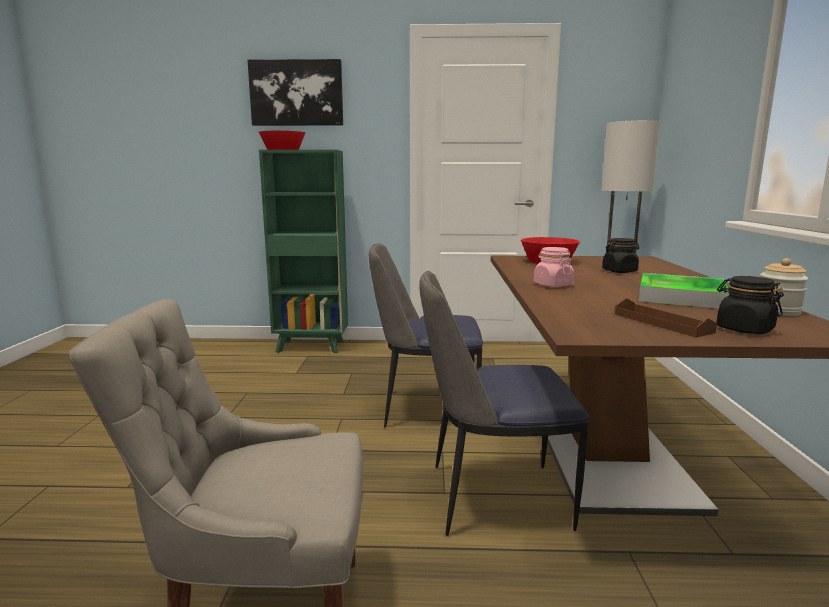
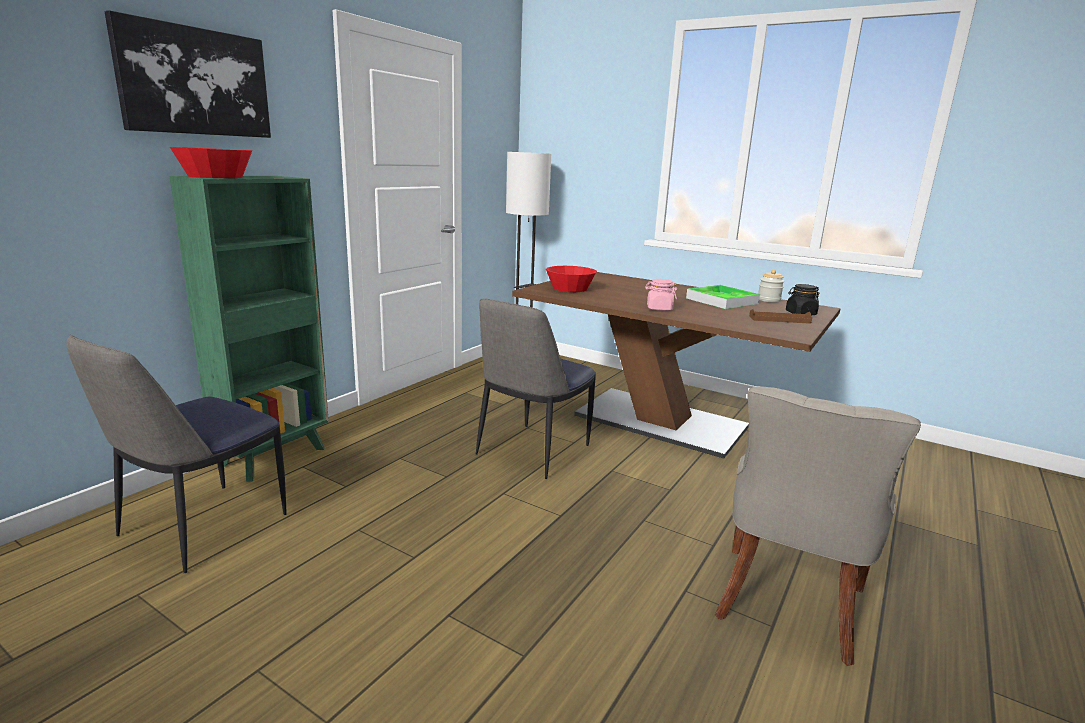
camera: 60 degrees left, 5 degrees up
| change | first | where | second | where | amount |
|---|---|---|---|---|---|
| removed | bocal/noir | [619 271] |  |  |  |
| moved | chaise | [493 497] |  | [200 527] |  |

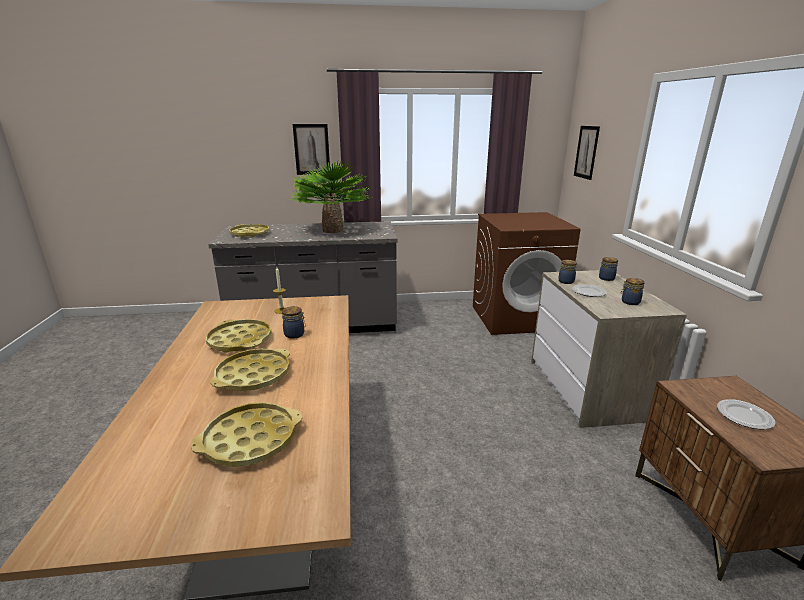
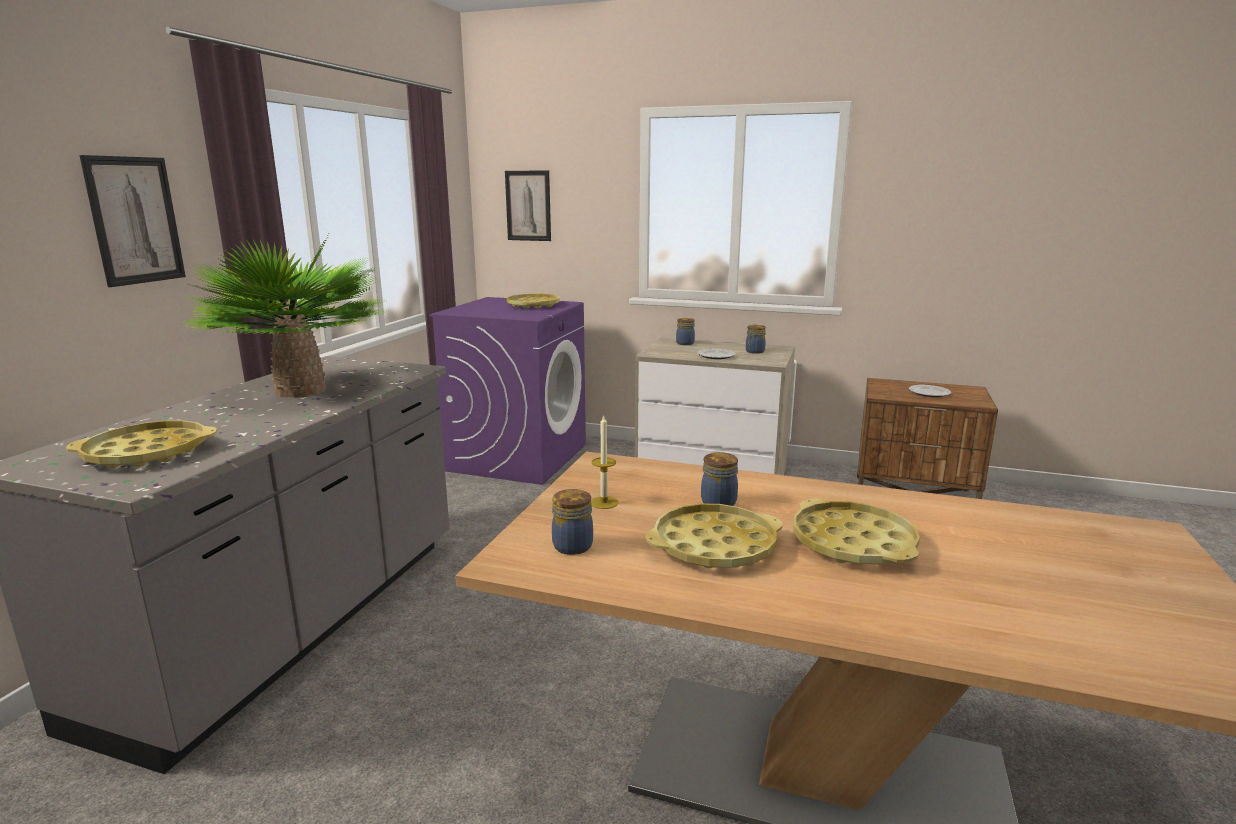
camera: 65 degrees left, 5 degrees down
| change | first | where | second | where | amount |
|---|---|---|---|---|---|
| moved | plateau/jaune | [250 440] |  | [533 305] |  |
| moved | bocal | [566 281] |  | [571 545] |  |
| recoloured | lave-linge/marron | [516 317] | lave-linge/violet | [518 457] |  |

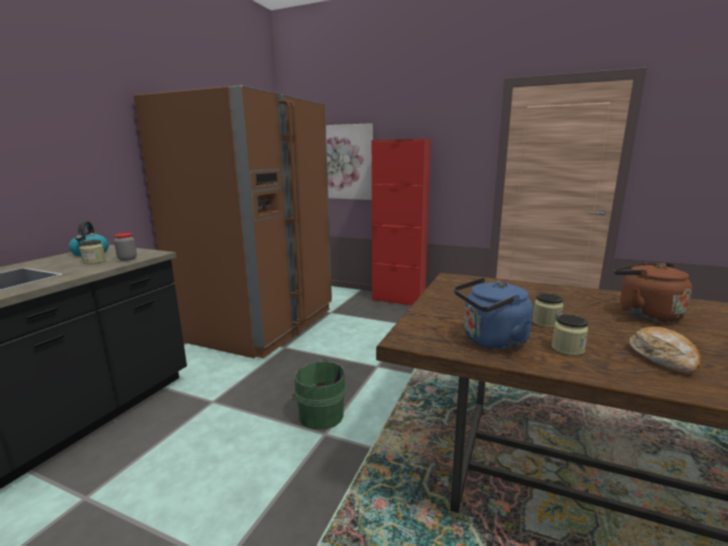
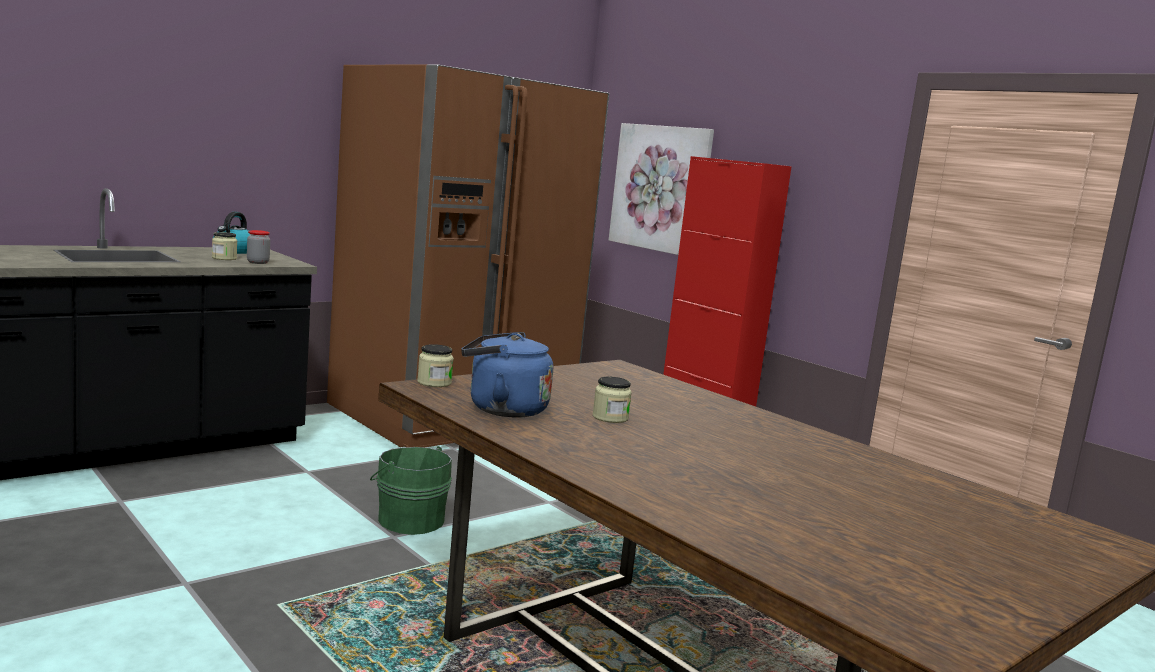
camera: 25 degrees right, 5 degrees down
| change | first | where | second | where | amount |
|---|---|---|---|---|---|
| removed | bouilloire/marron | [644 314] |  |  |  |
| removed | pain | [663 358] |  |  |  |
| moved | bocal | [567 349] |  | [434 383] |  |

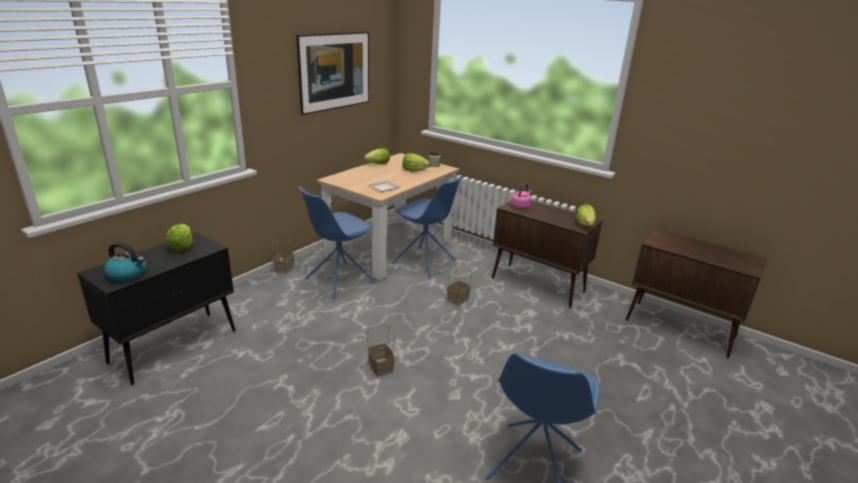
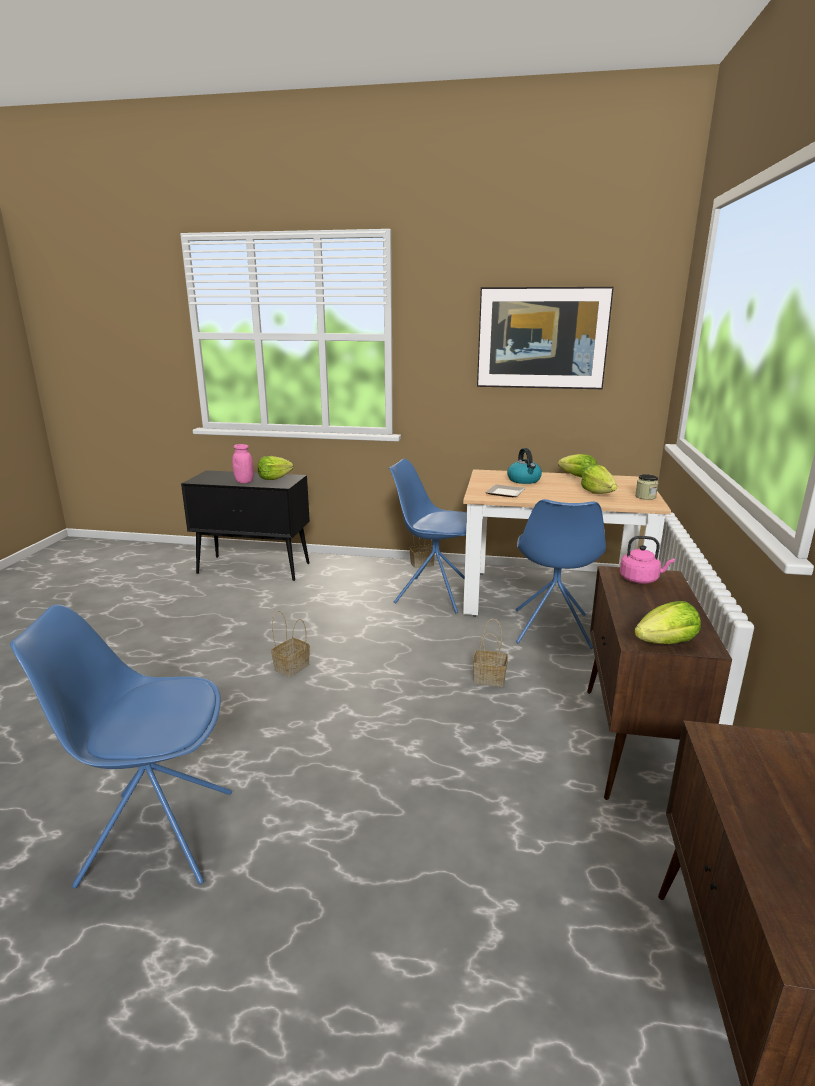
camera: 65 degrees right, 5 degrees down
| change | first | where | second | where | amount |
|---|---|---|---|---|---|
| added |  |  | bocal/rose | [244 482] |  |
| moved | bouilloire | [128 274] |  | [524 480] |  |

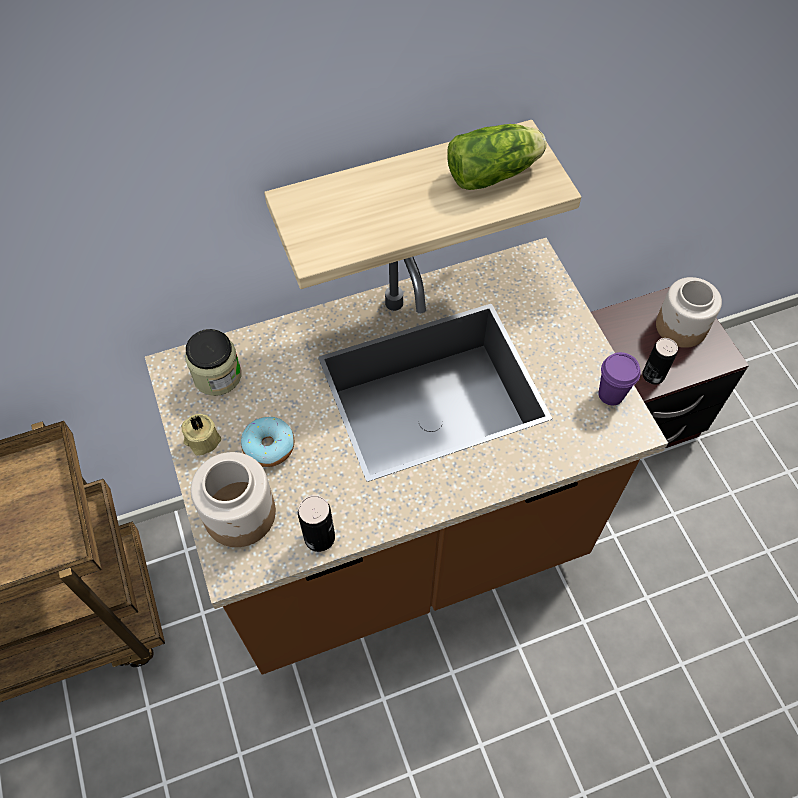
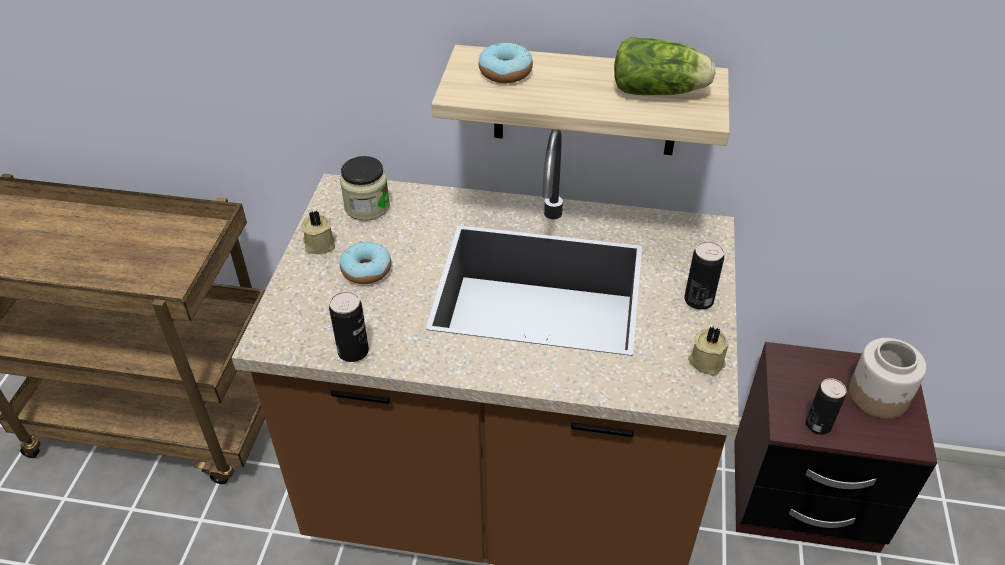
camera: 30 degrees right, 15 degrees down
| change | first | where | second | where | amount |
|---|---|---|---|---|---|
| removed | bocal | [240 513] |  |  |  |
| added |  |  | beignet | [505 72] |  |
| added |  |  | boîte métallique | [698 300] |  |
| replaced | tasse/violet | [611 394] | bougie/beige | [707 360] |  |

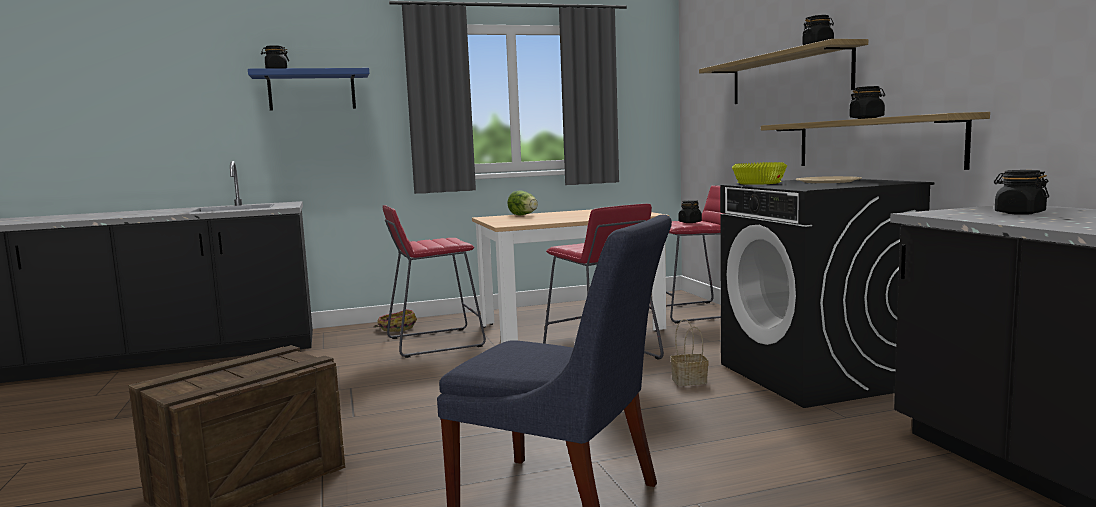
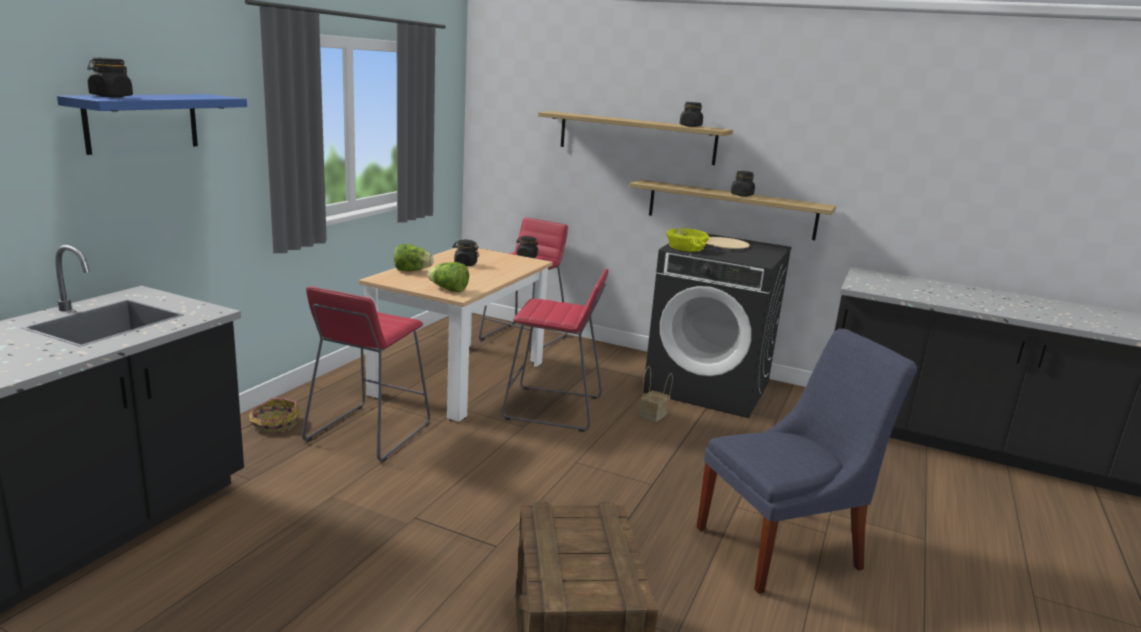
camera: 50 degrees left, 10 degrees up
| change | first | where | second | where | amount |
|---|---|---|---|---|---|
| added |  |  | laitue | [448 290] |  |
| moved | bocal/noir | [1019 213] |  | [465 264] |  |

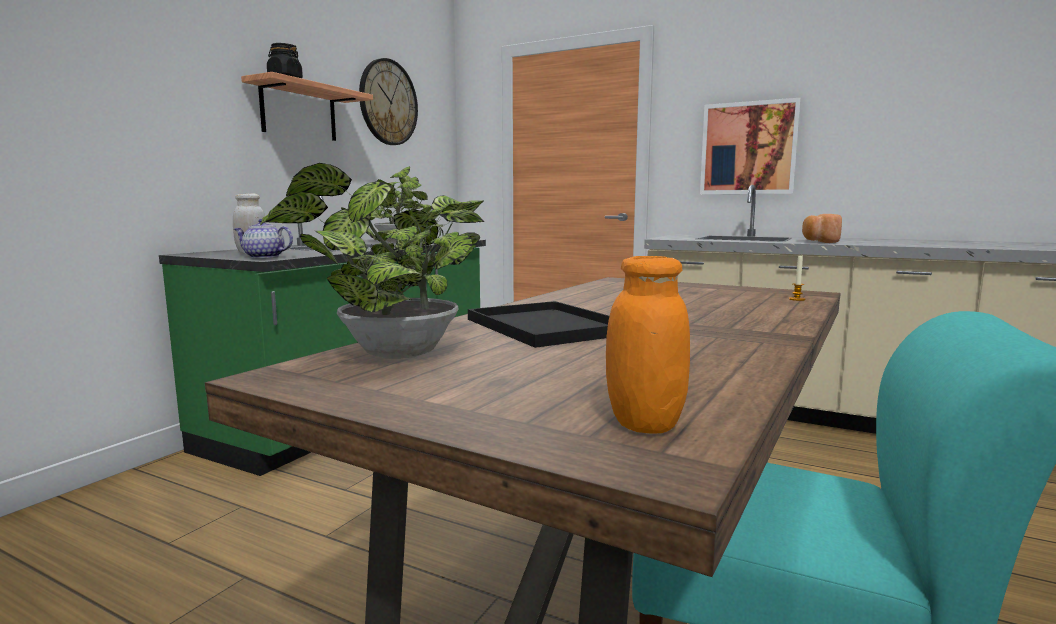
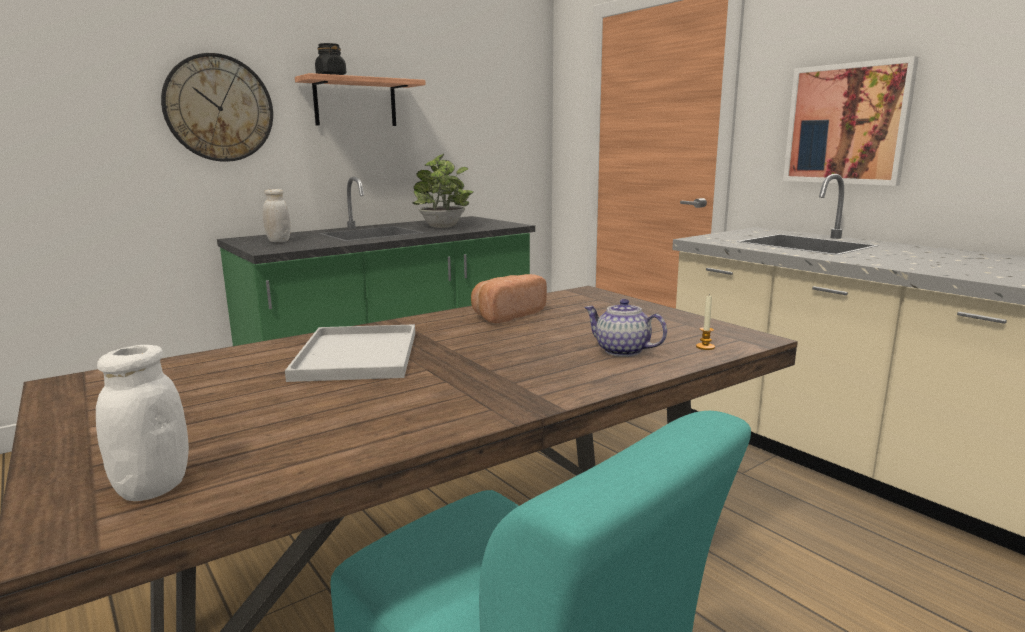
camera: 25 degrees right, 5 degrees up
| change | first | where | second | where | amount |
|---|---|---|---|---|---|
| removed | plante en pot | [391 354] |  |  |  |
| moved | théière | [264 257] |  | [621 351] |  |
| moved | horloge murale | [388 102] |  | [219 108] |  |
| moved | pain | [819 242] |  | [506 315] |  |
| recoloured | plateau/noir | [549 326] | plateau/blanc | [358 356] |  |
| recoloured | bocal/orange | [644 423] | bocal/blanc | [153 487] |  |

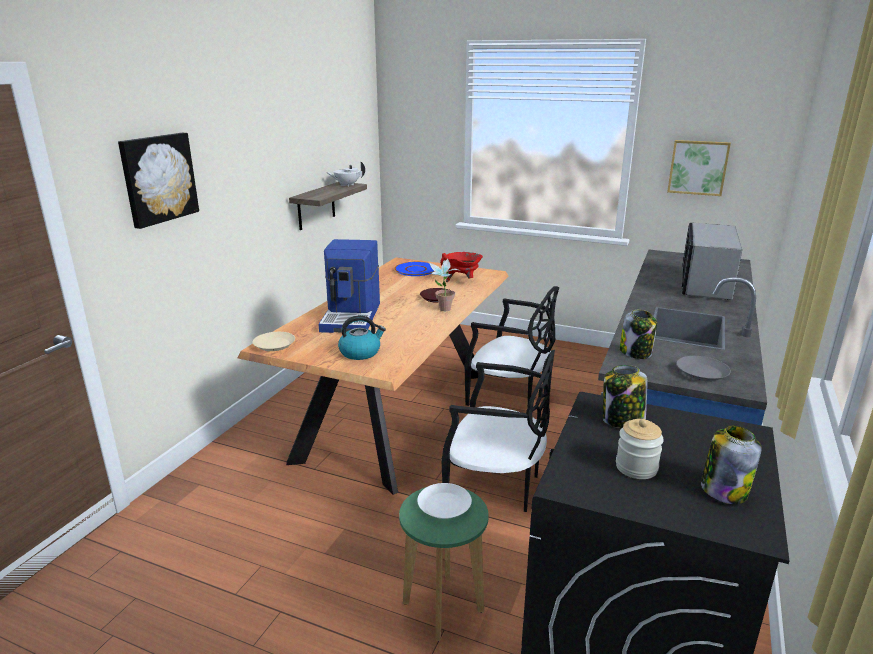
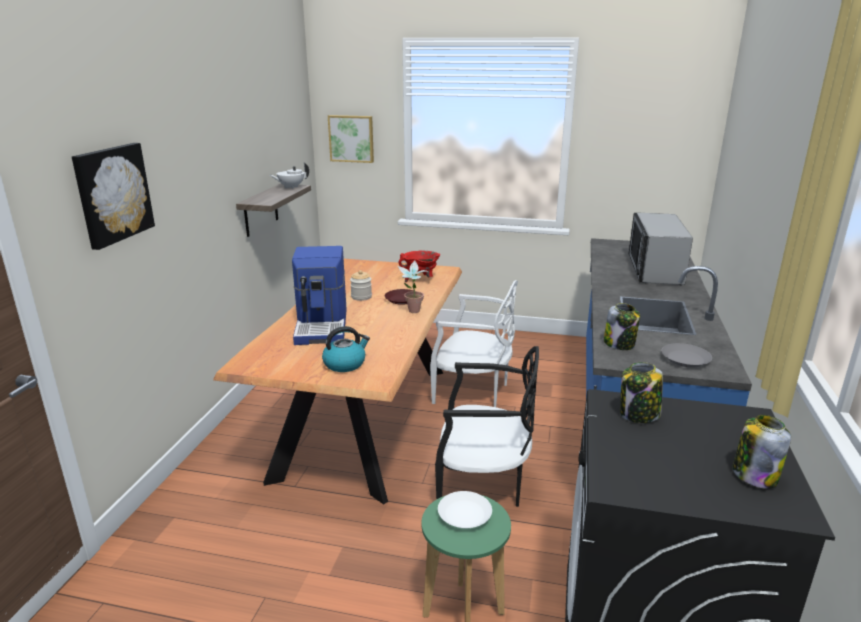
camera: 10 degrees left, 0 degrees up
| change | first | where | second | where | amount |
|---|---|---|---|---|---|
| removed | assiette/beige | [274 345] |  |  |  |
| removed | assiette/bleu | [416 270] |  |  |  |
| moved | bocal | [636 467] |  | [361 297] |  |
| moved | tableau | [698 167] |  | [351 138] |  |
| recoloured | chaise/noir | [510 397] | chaise/blanc | [473 391] |  |

